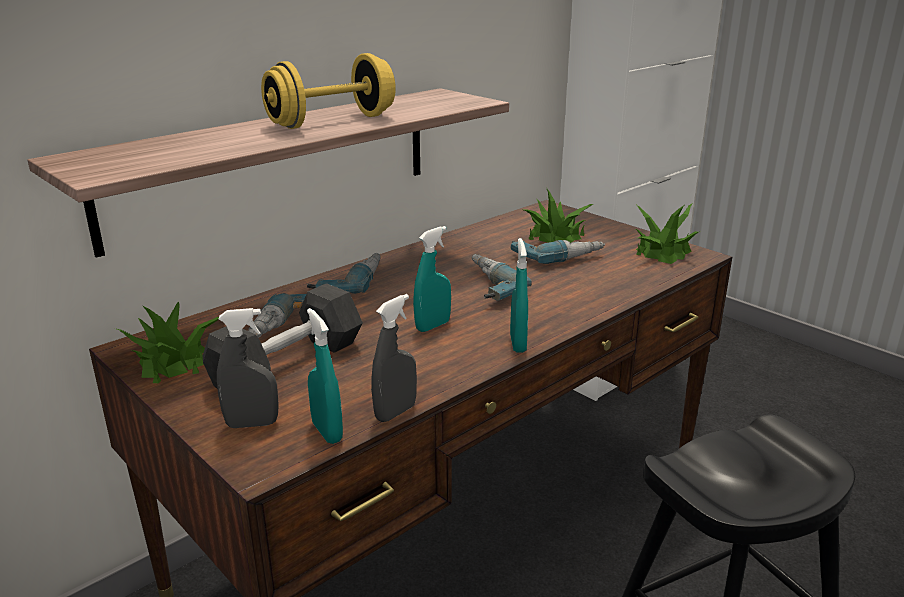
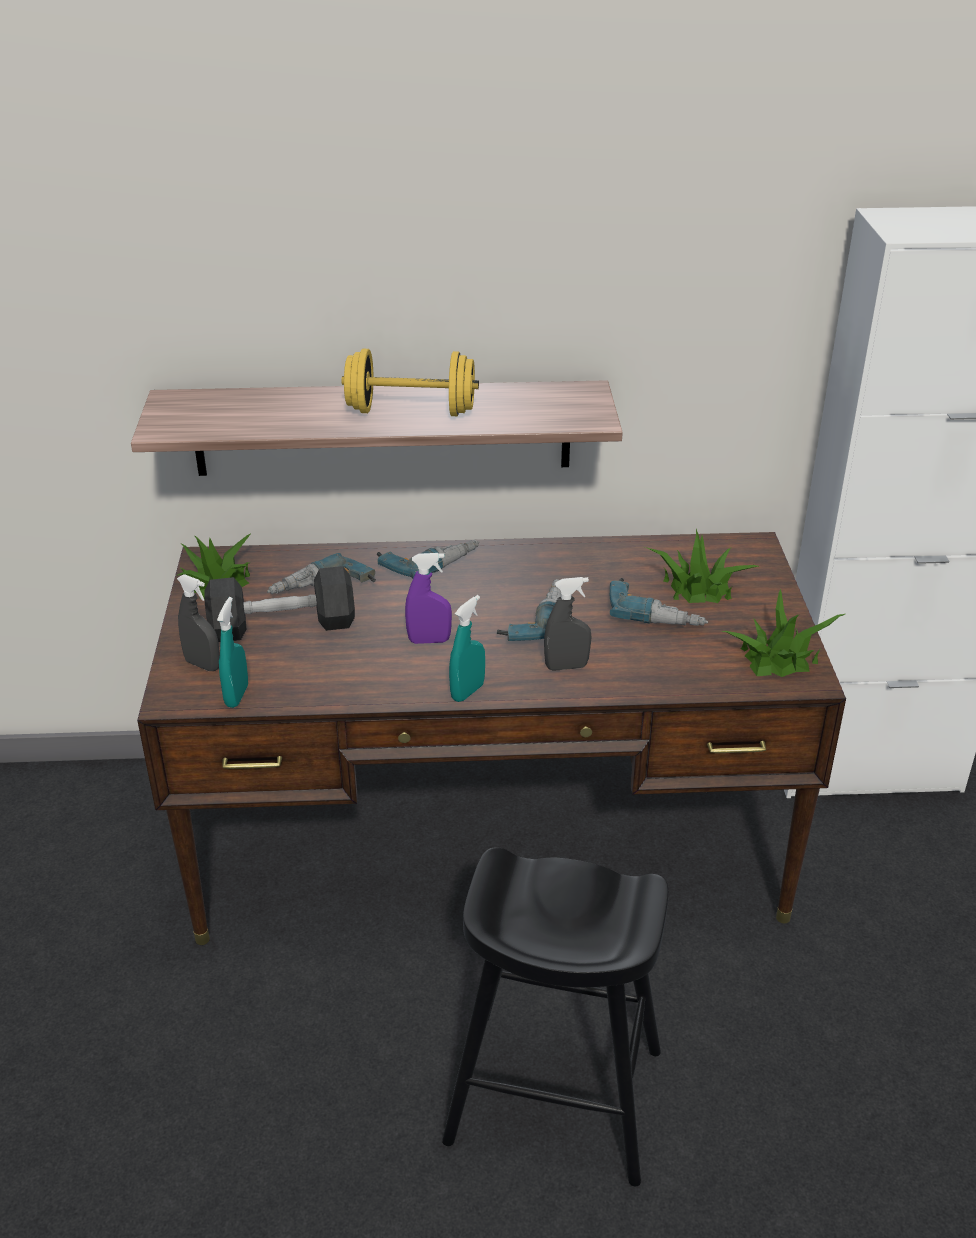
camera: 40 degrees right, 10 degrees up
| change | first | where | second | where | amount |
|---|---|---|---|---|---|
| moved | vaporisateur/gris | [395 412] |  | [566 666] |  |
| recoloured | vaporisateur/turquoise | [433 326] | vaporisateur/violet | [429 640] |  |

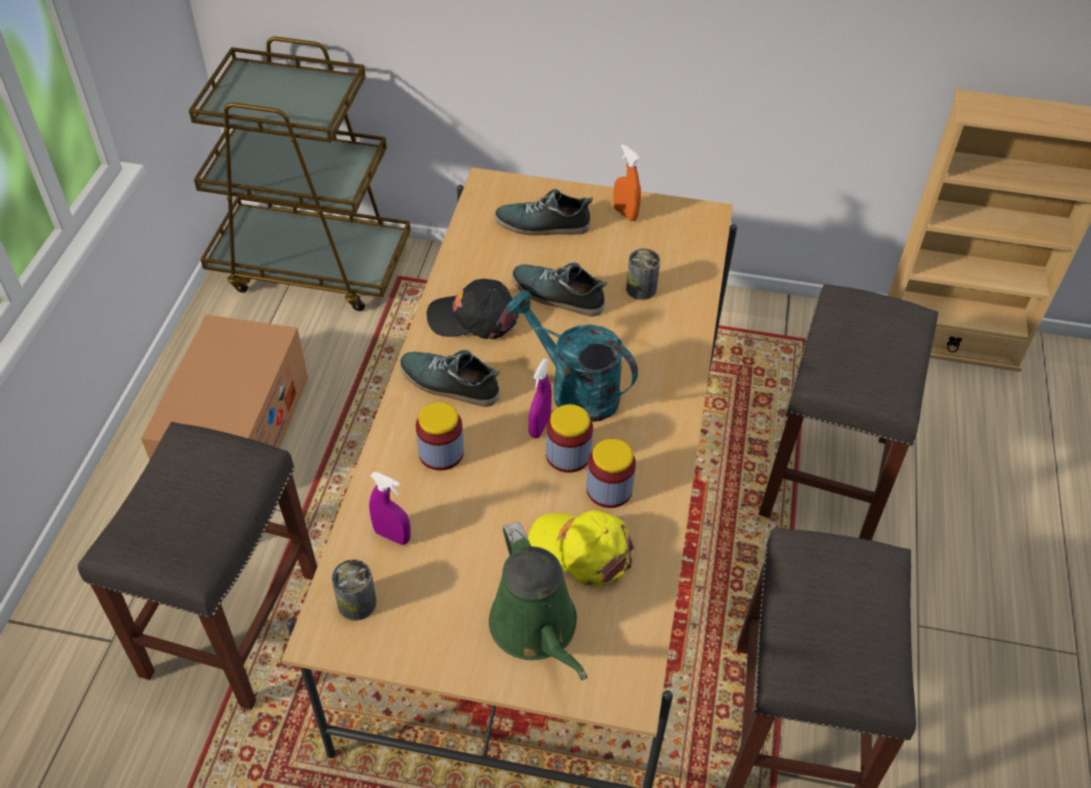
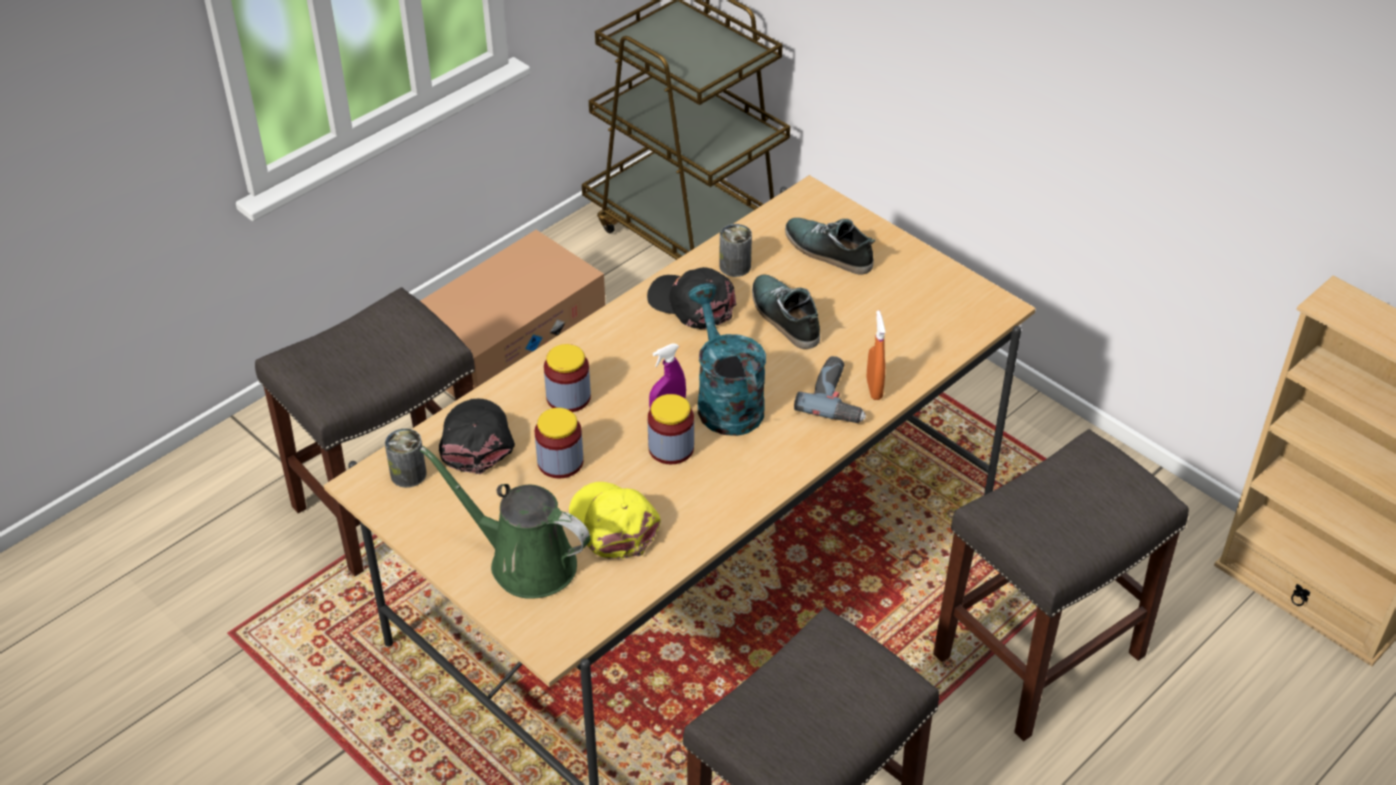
camera: 35 degrees right, 5 degrees down
| change | first | where | second | where | amount |
|---|---|---|---|---|---|
| removed | chaussure | [449 384] |  |  |  |
| added |  |  | perceuse | [837 397] |  |
| moved | bocal | [609 489] |  | [560 462] |  |
| moved | vaporisateur/orange | [625 213] |  | [874 389] |  |
| moved | boîte métallique | [641 289] |  | [735 266] |  |
| replaced | vaporisateur/violet | [392 536] | casquette/noir | [476 440] |  |
| turned | arrosoir/vert | [536 629] |  | [525 562] | 105 degrees clockwise |

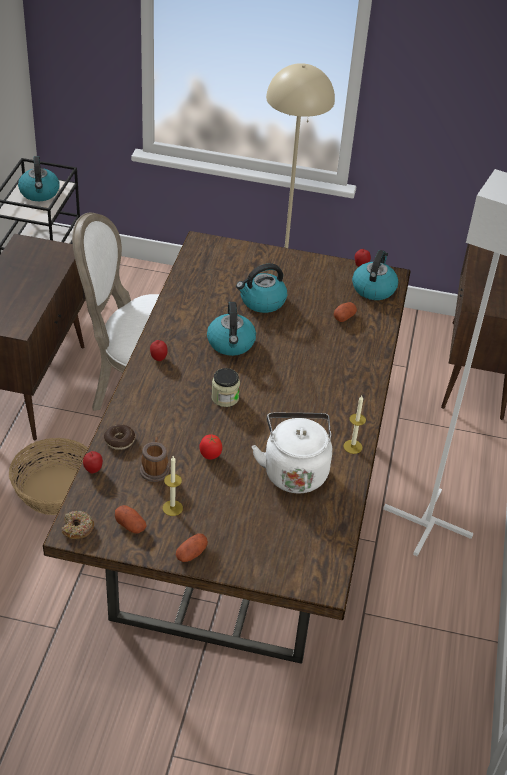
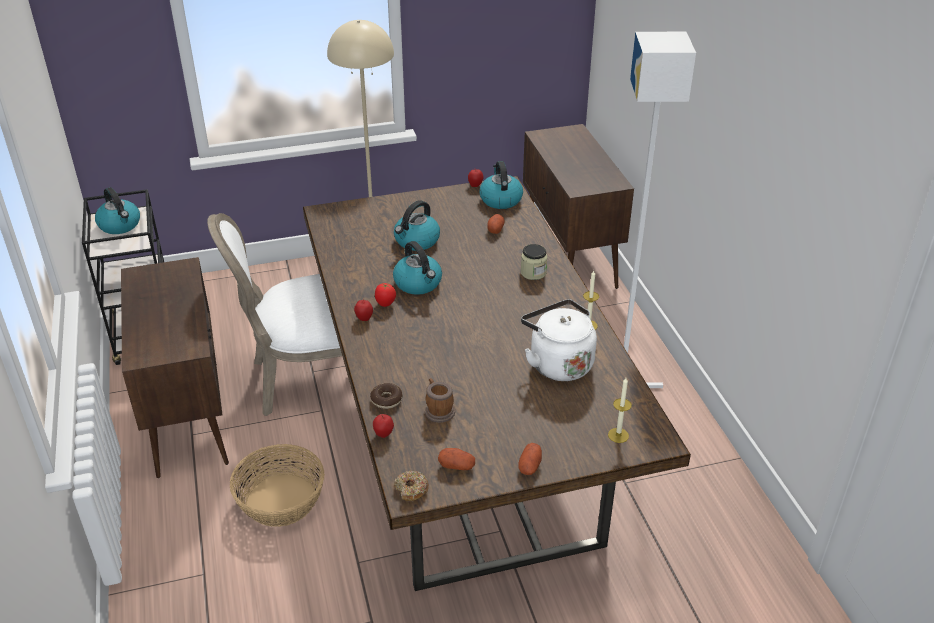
camera: 25 degrees left, 5 degrees down
| change | first | where | second | where | amount |
|---|---|---|---|---|---|
| moved | bougie | [172 508] |  | [618 435] |  |
| moved | tomate | [210 456] |  | [385 304] |  |
| moved | bocal | [225 398] |  | [533 273] |  |

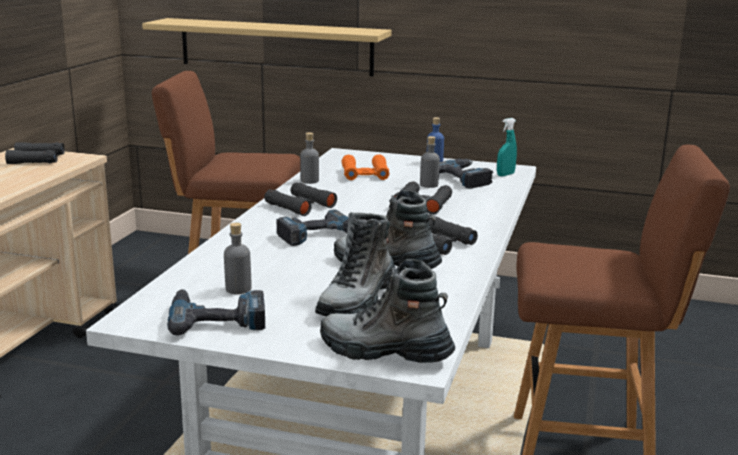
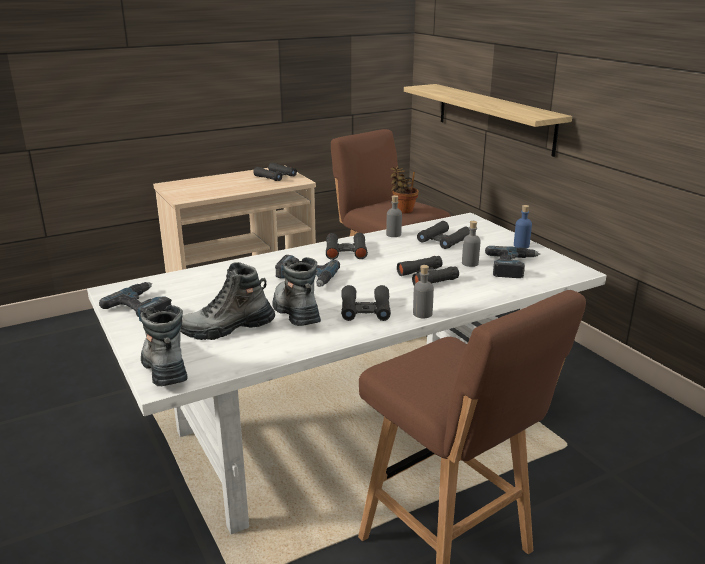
camera: 45 degrees right, 5 degrees up
| change | first | where | second | where | amount |
|---|---|---|---|---|---|
| removed | vaporisateur/turquoise | [505 175] |  |  |  |
| added |  |  | plante en pot | [403 210] |  |
| moved | bouteille/gris | [238 289] |  | [422 314] |  |
| recoloured | jumelles/orange | [365 174] | jumelles/noir | [443 240] |  |

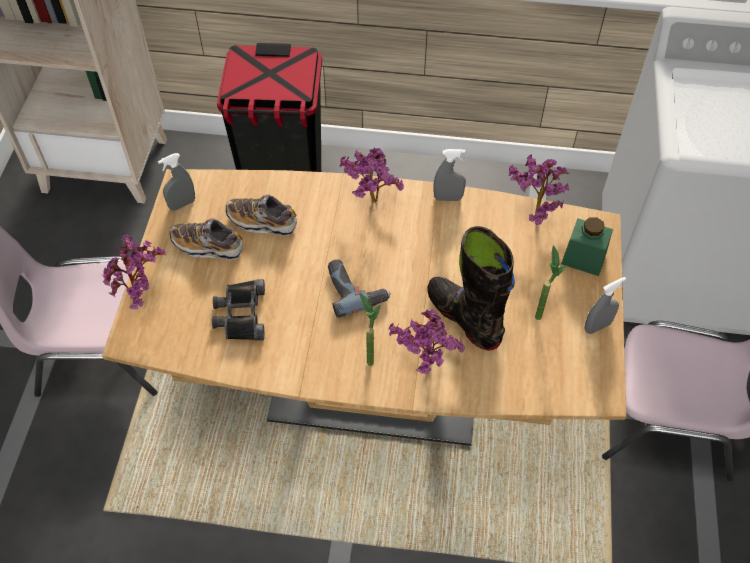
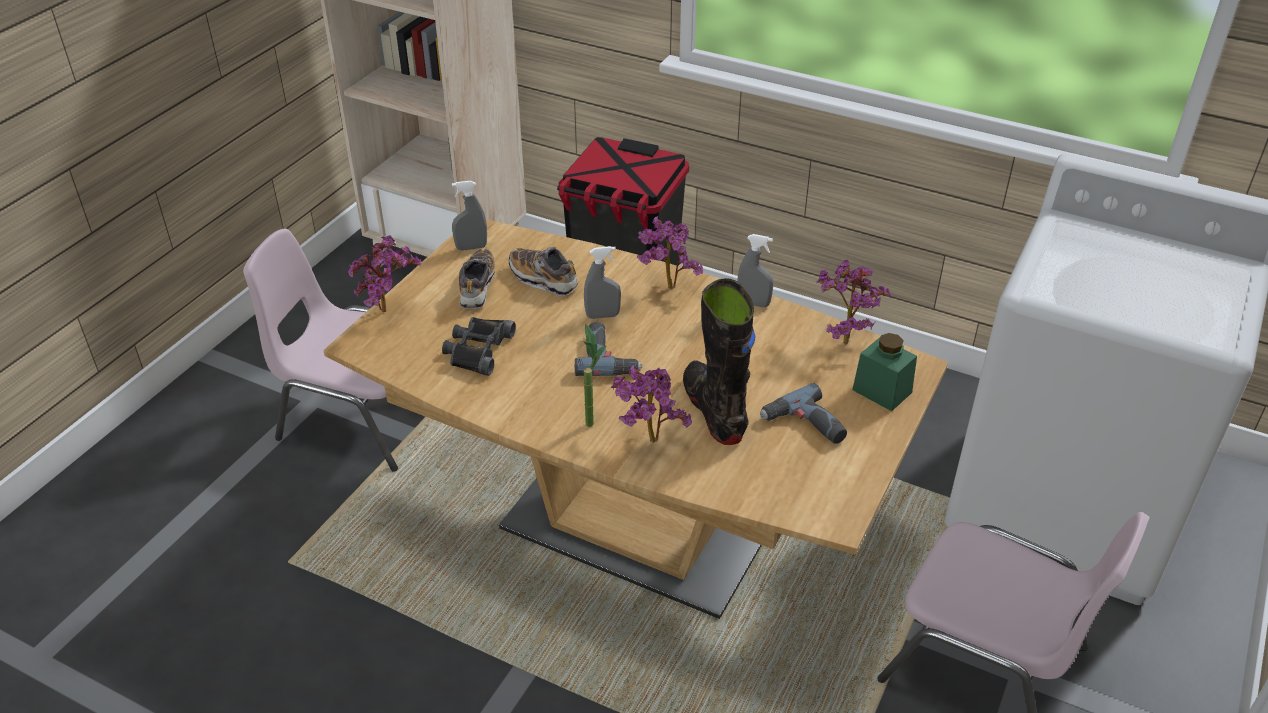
camera: 20 degrees right, 15 degrees down
| change | first | where | second | where | amount |
|---|---|---|---|---|---|
| moved | vaporisateur/gris | [597 326] |  | [602 315] |  |
| replaced | plante en pot | [540 311] | perceuse | [804 426] |  |
| turned | chaussure | [208 246] |  | [477 287] | 60 degrees clockwise |

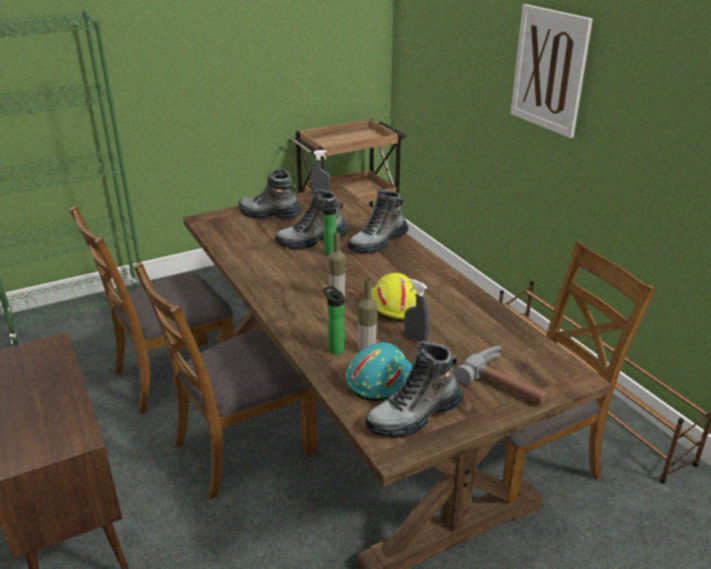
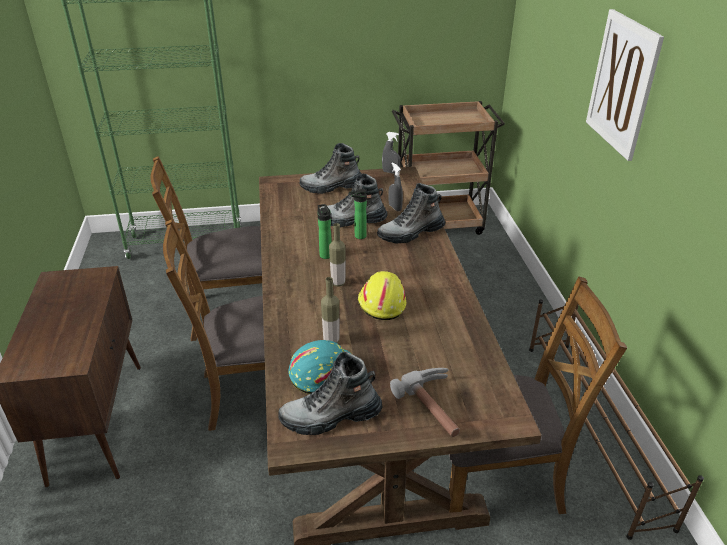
camera: 20 degrees right, 5 degrees up
| change | first | where | second | where | amount |
|---|---|---|---|---|---|
| moved | bouteille | [335 348] |  | [325 254] |  |
| moved | vaporisateur/gris | [416 338] |  | [395 207] |  |
| turned | botte | [269 215] |  | [331 187] | 45 degrees counterclockwise |

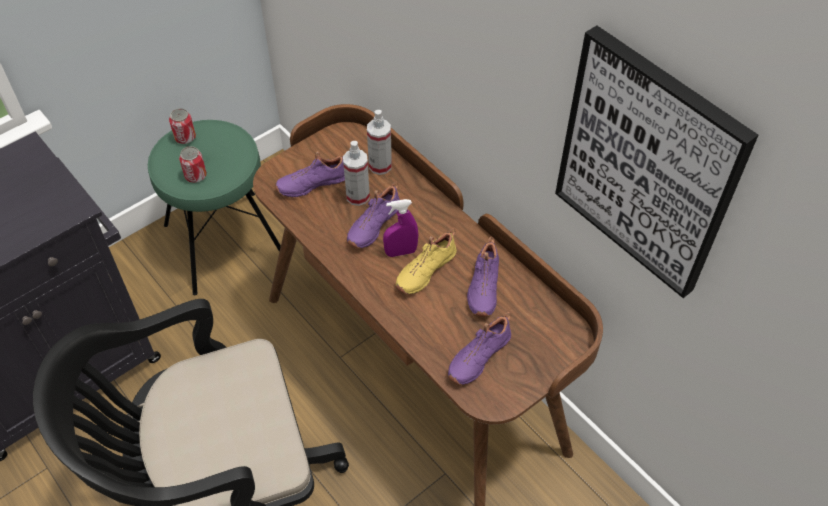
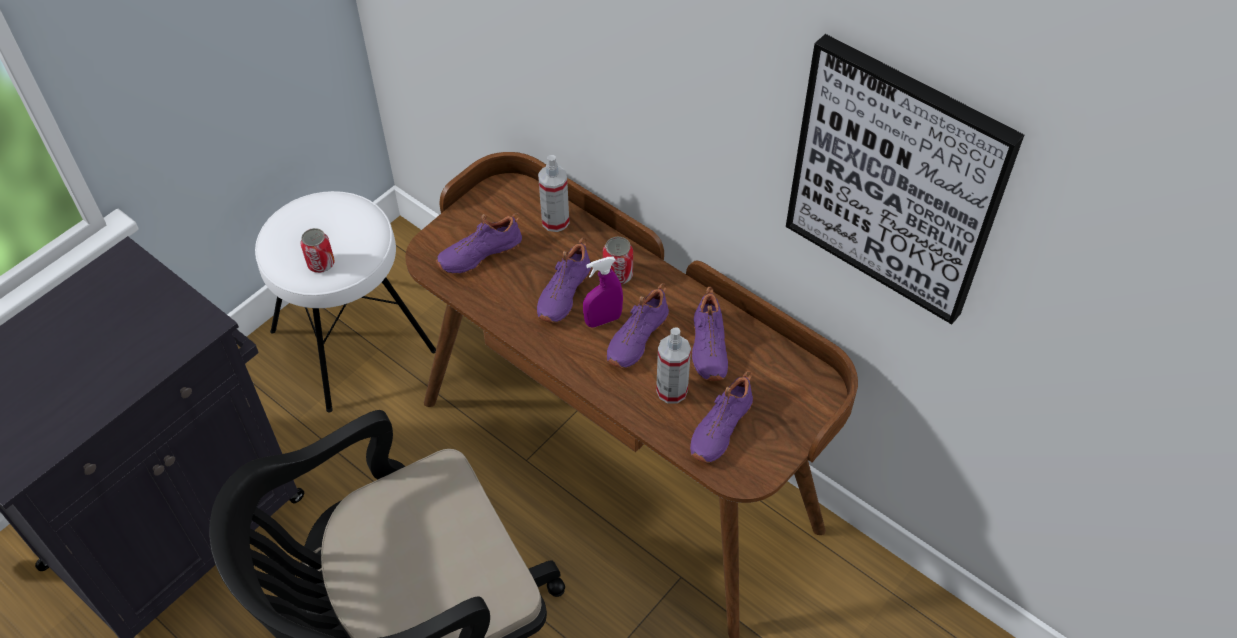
camera: 10 degrees left, 0 degrees up
| change | first | where | second | where | amount |
|---|---|---|---|---|---|
| moved | boîte métallique | [185 137] |  | [618 275] |  |
| moved | vaporisateur | [358 196] |  | [672 390] |  |
| recoloured | tabouret/vert | [225 242] | tabouret/blanc | [353 341] |  |
| recoloured | chaussure/jaune | [424 270] | chaussure/violet | [635 337] |  |

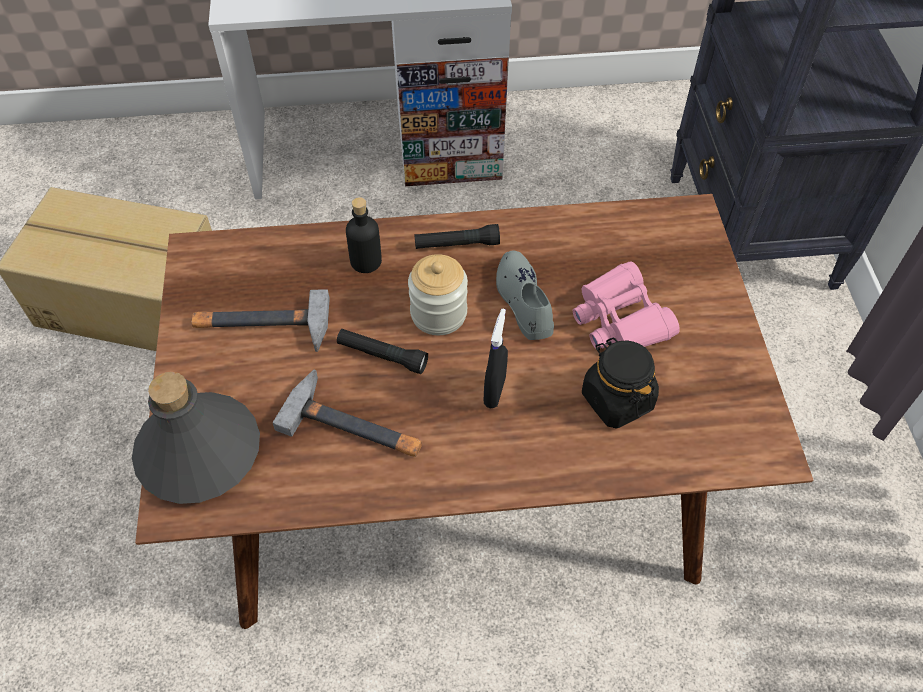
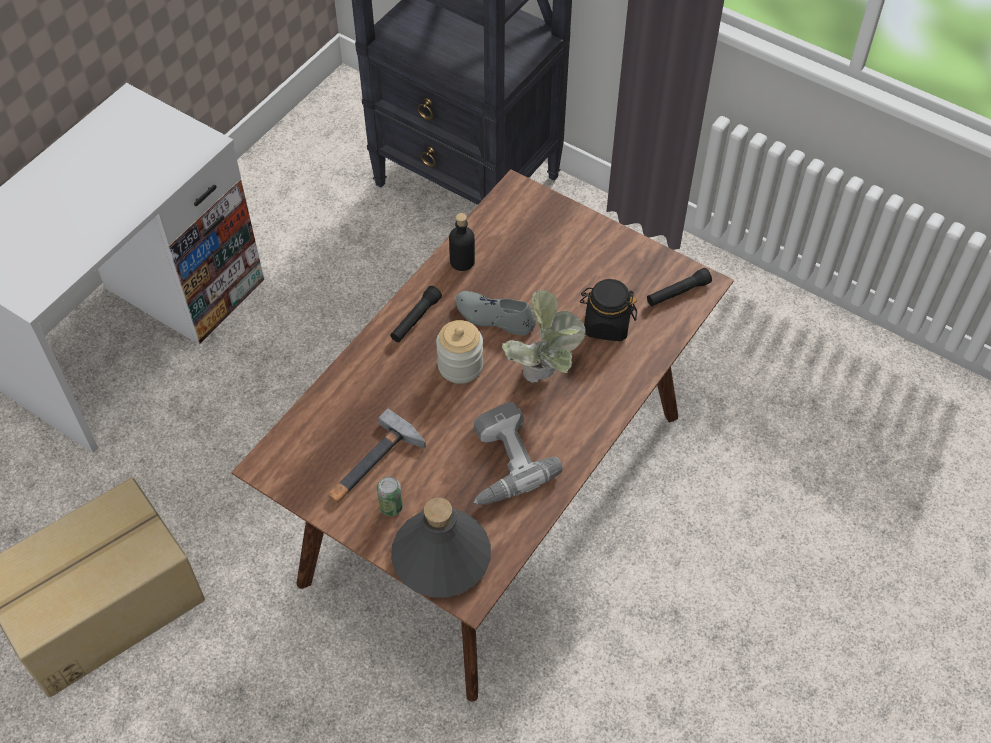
camera: 50 degrees left, 0 degrees up
| change | first | where | second | where | amount |
|---|---|---|---|---|---|
| removed | jumelles/rose | [620 320] |  |  |  |
| added |  |  | boîte métallique | [391 507] |  |
| moved | lampe de poche/noir | [382 356] |  | [677 293] |  |
| moved | bouteille/noir | [366 261] |  | [462 261] |  |
| replaced | marteau | [355 425] | perceuse | [500 462] |  |
| replaced | vaporisateur/noir | [494 391] | plante en pot | [544 377] |  |

